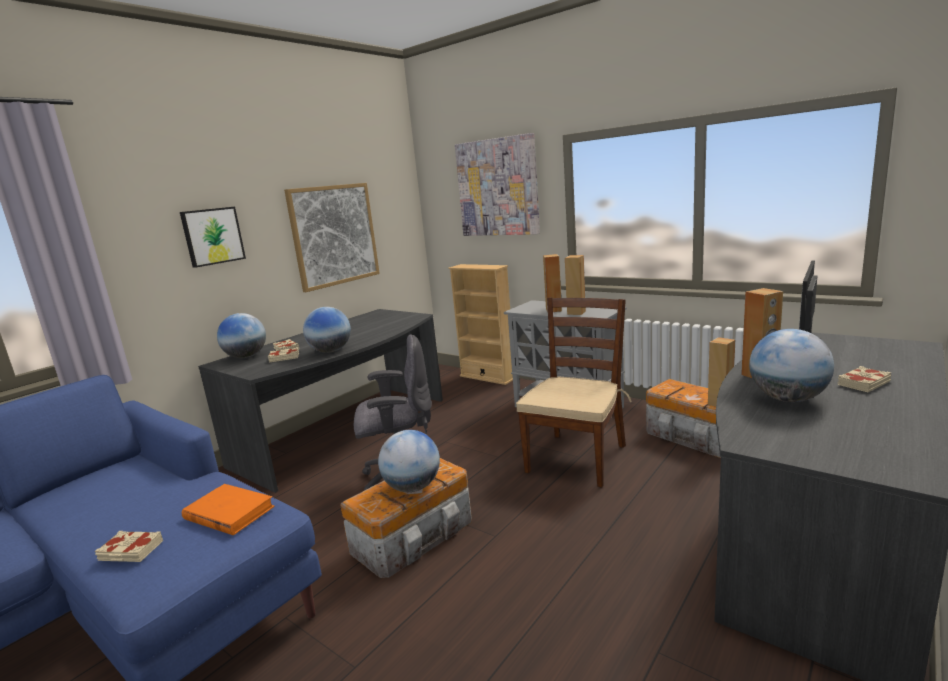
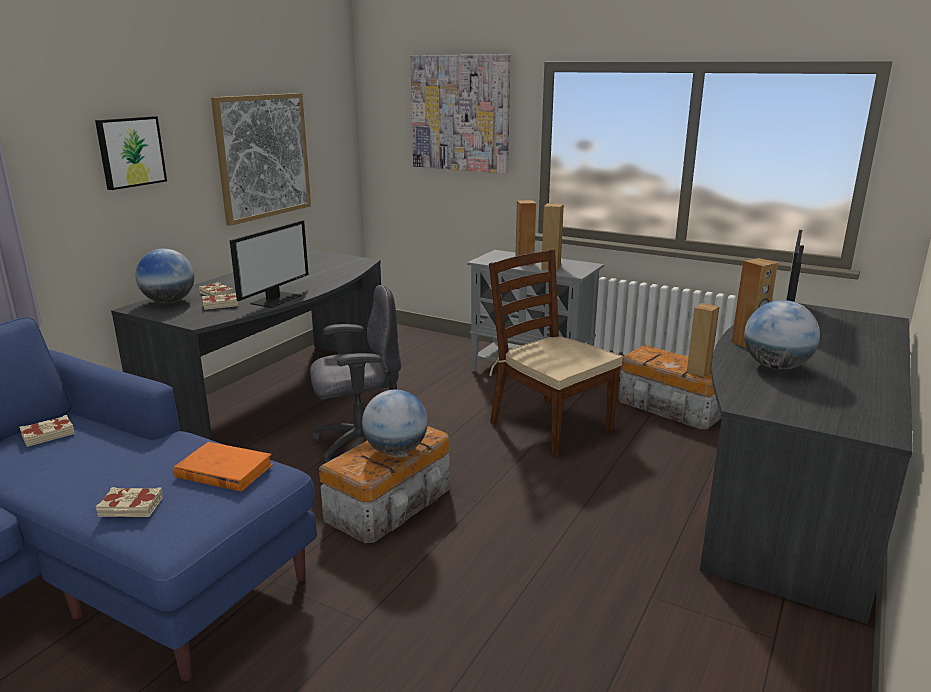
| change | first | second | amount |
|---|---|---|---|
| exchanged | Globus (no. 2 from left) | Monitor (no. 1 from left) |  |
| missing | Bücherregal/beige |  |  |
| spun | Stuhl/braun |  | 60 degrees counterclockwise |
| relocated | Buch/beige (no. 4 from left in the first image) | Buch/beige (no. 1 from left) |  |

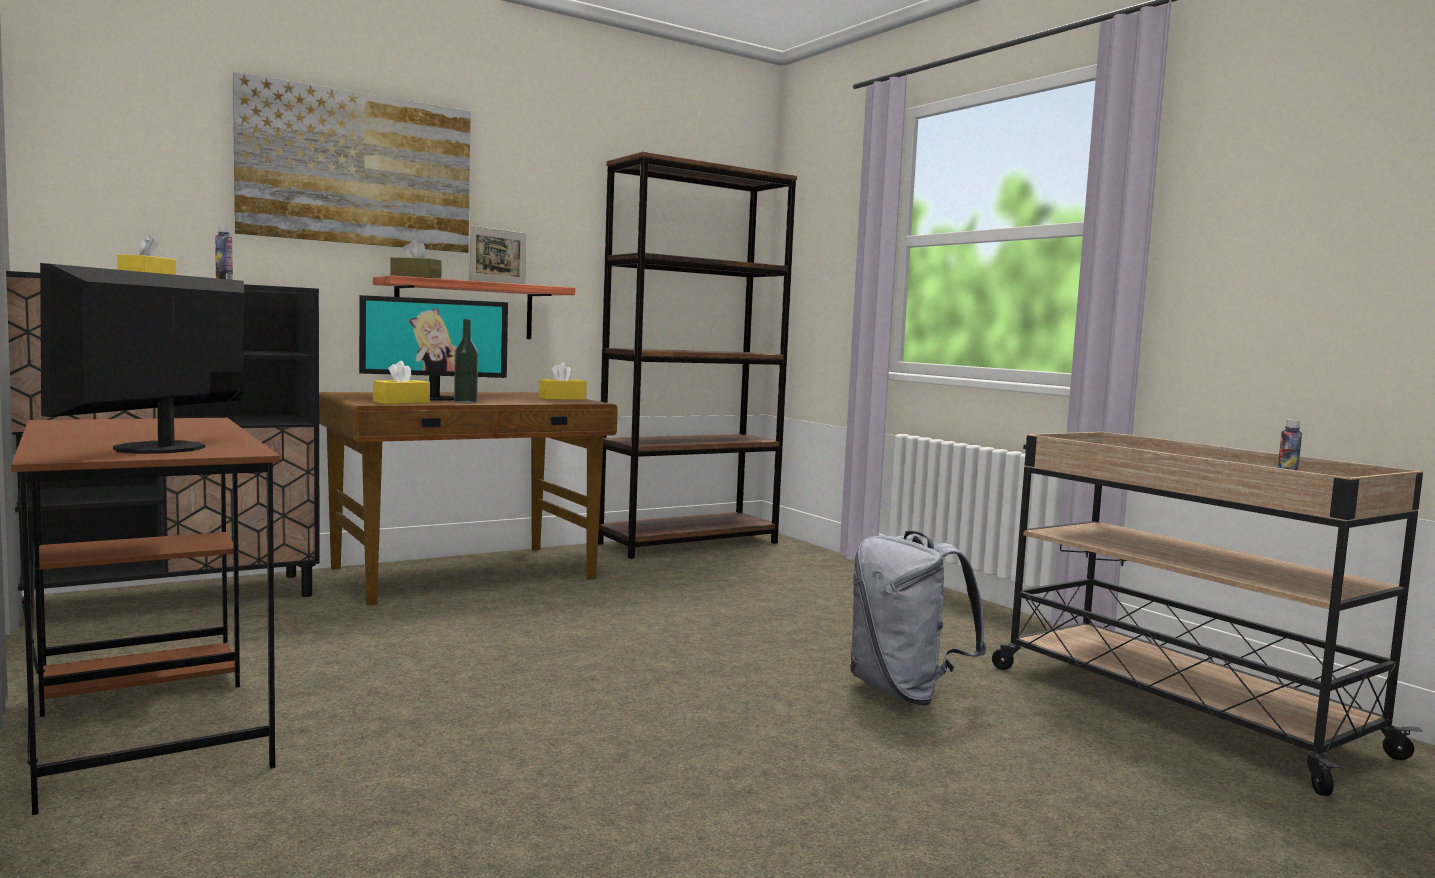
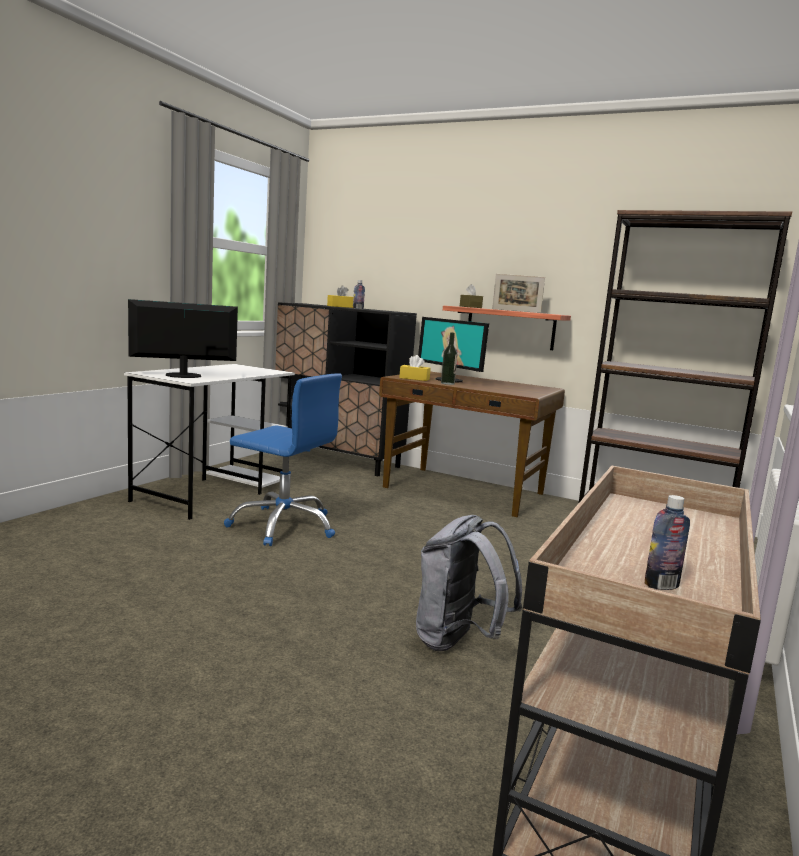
| change | first | second | amount |
|---|---|---|---|
| colour | Schreibtisch/braun (no. 1 from left) | Schreibtisch/weiß |  |
| missing | Bild |  |  |
| missing | Taschentuchbox/gelb (no. 3 from left) |  |  |
| appeared |  | Bürostuhl/blau |  |

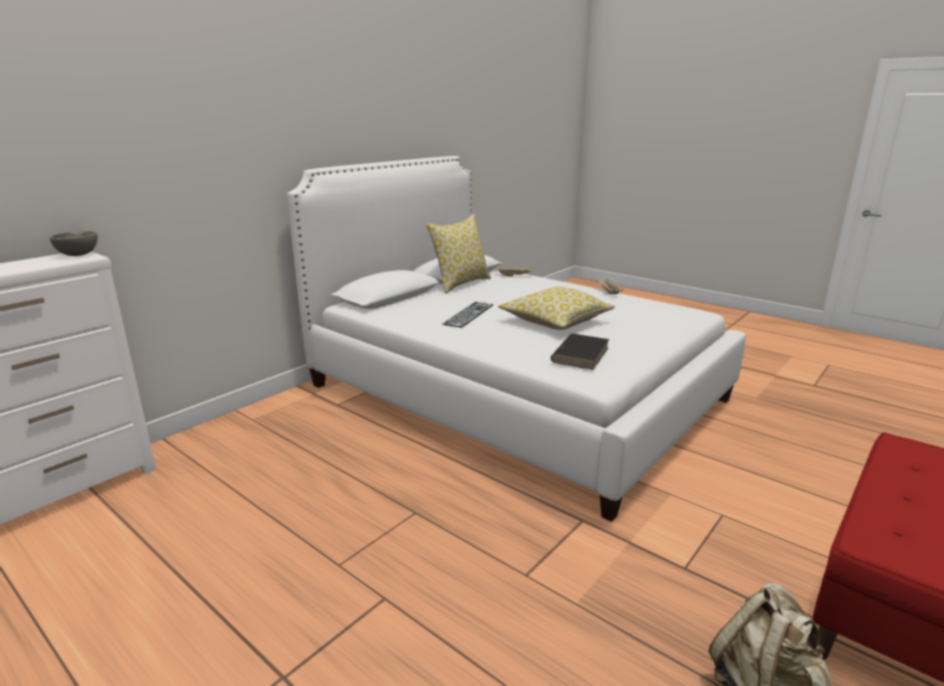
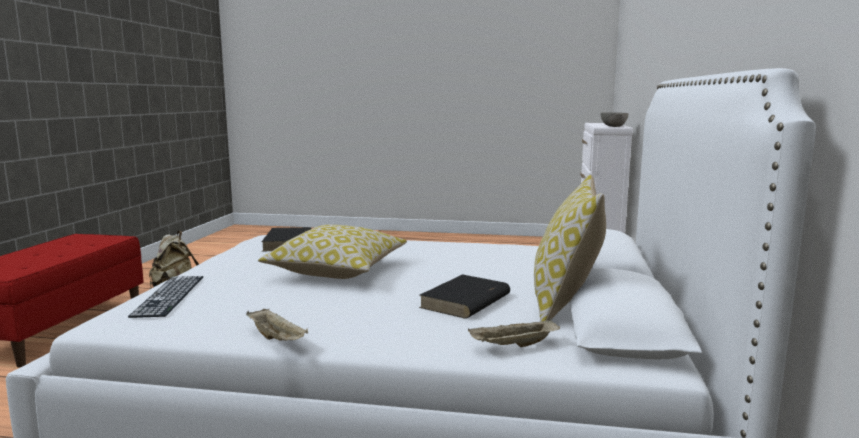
| change | first | second | amount |
|---|---|---|---|
| relocated | Tastatur |  |  |
| appeared |  | Buch/schwarz (no. 2 from left) |  |

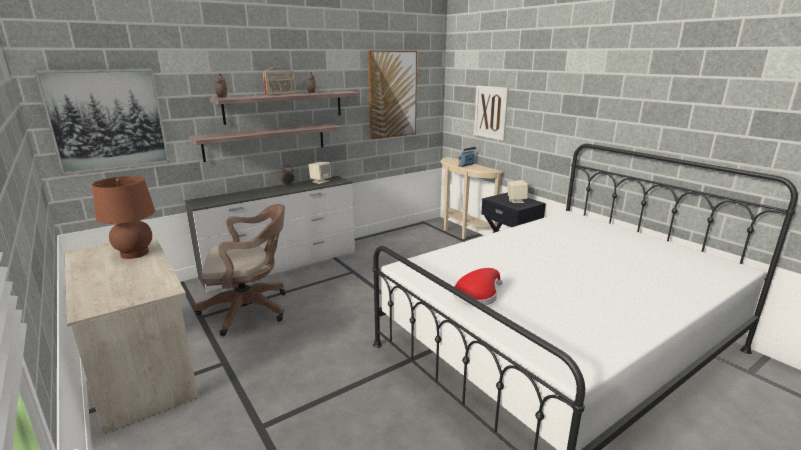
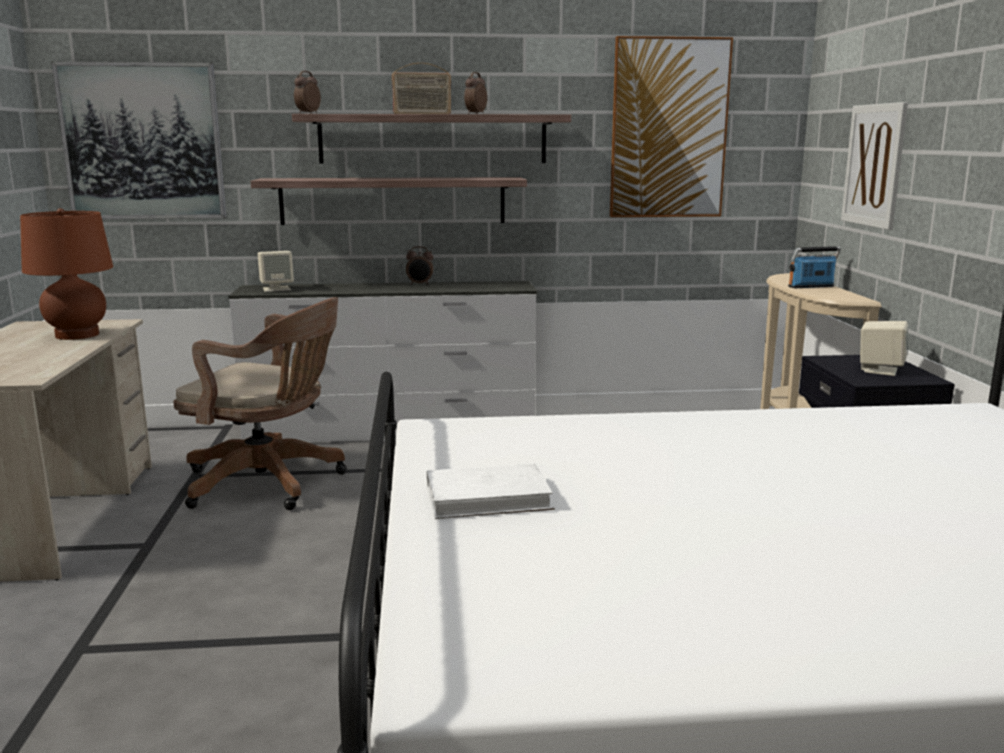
| change | first | second | amount |
|---|---|---|---|
| relocated | Lautsprecher/beige (no. 1 from left) |  |  |
| exchanged | Hut/rot | Buch/weiß |  |

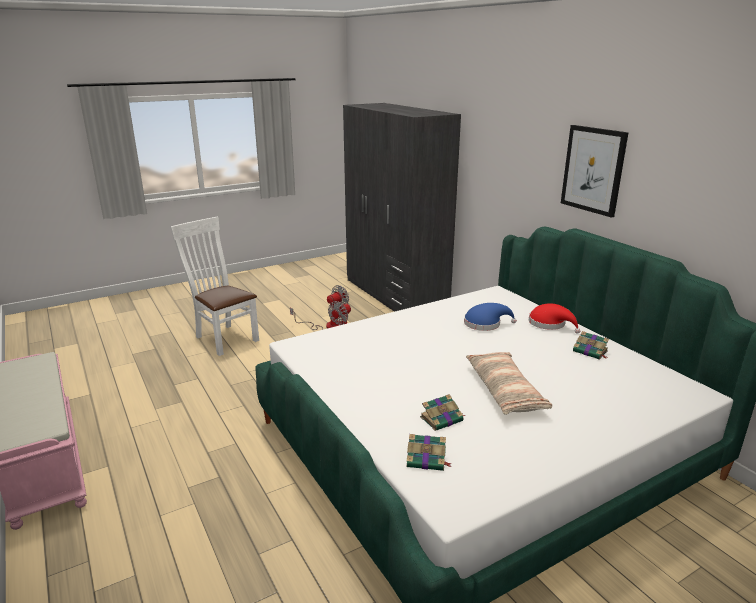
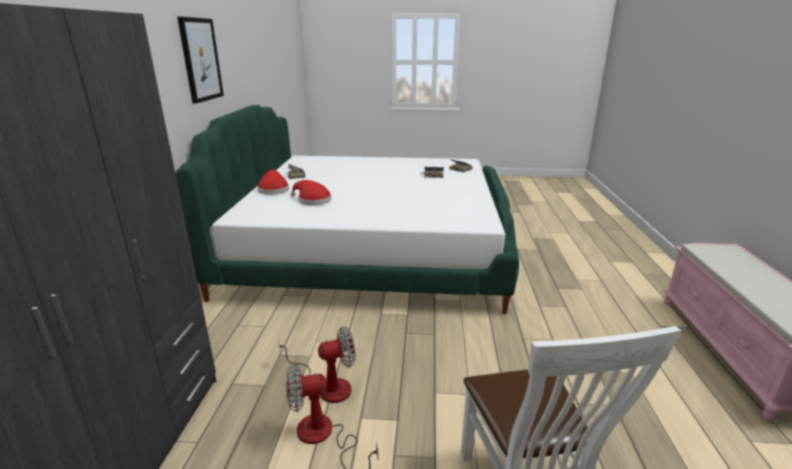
| change | first | second | amount |
|---|---|---|---|
| colour | Hut/blau | Hut/rot (no. 2 from left) |  |
| missing | Kissen |  |  |

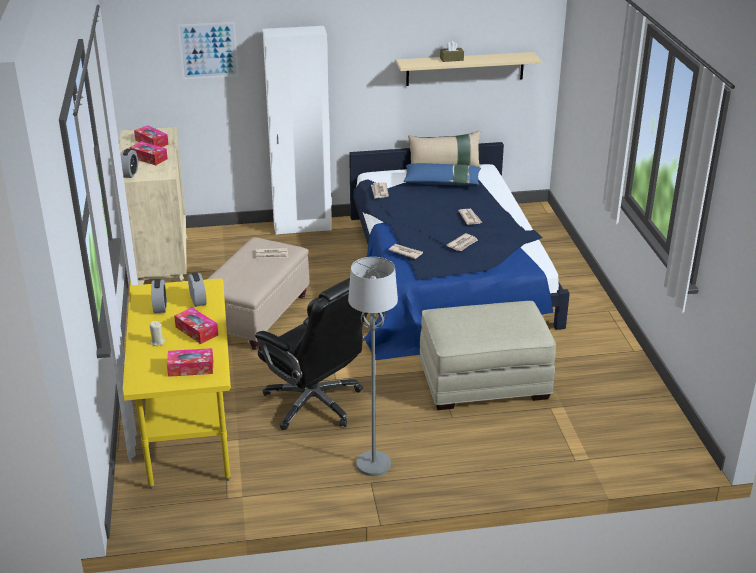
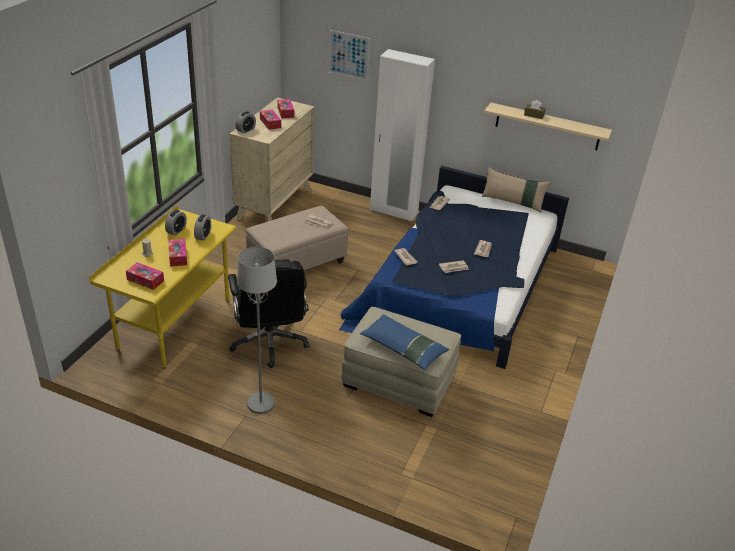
| change | first | second | amount |
|---|---|---|---|
| relocated | Kissen/blau |  |  |

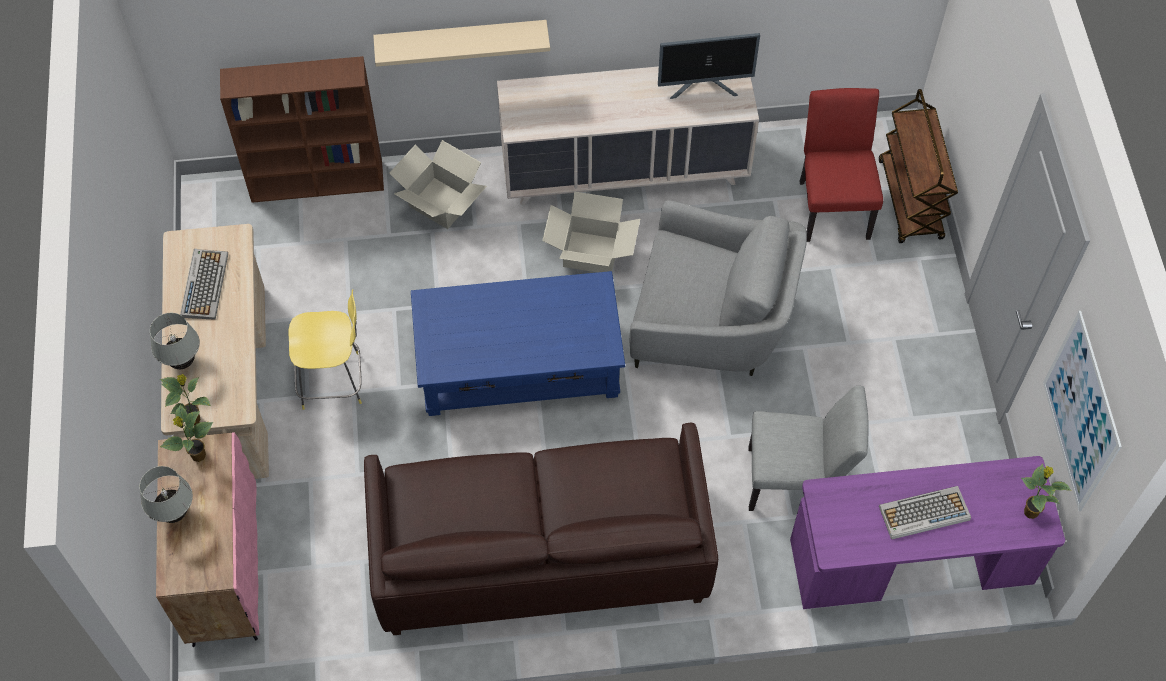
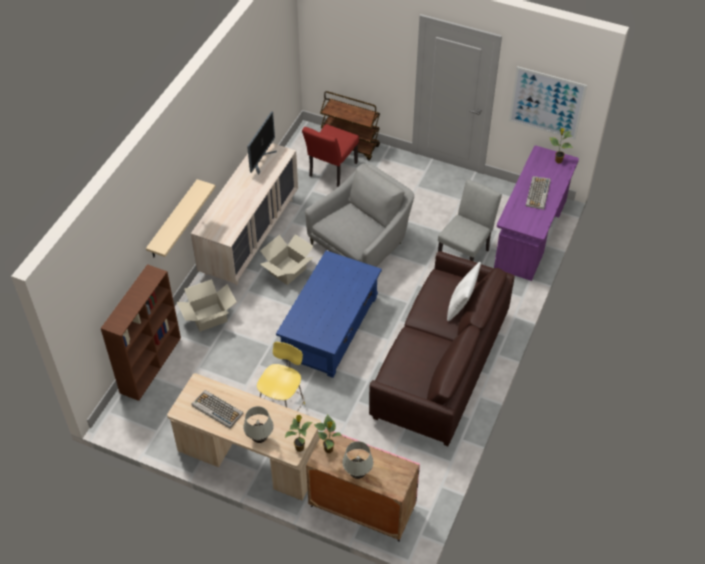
| change | first | second | amount |
|---|---|---|---|
| spun | Stuhl/rot |  | 90 degrees counterclockwise |
| appeared |  | Kissen/weiß |  |

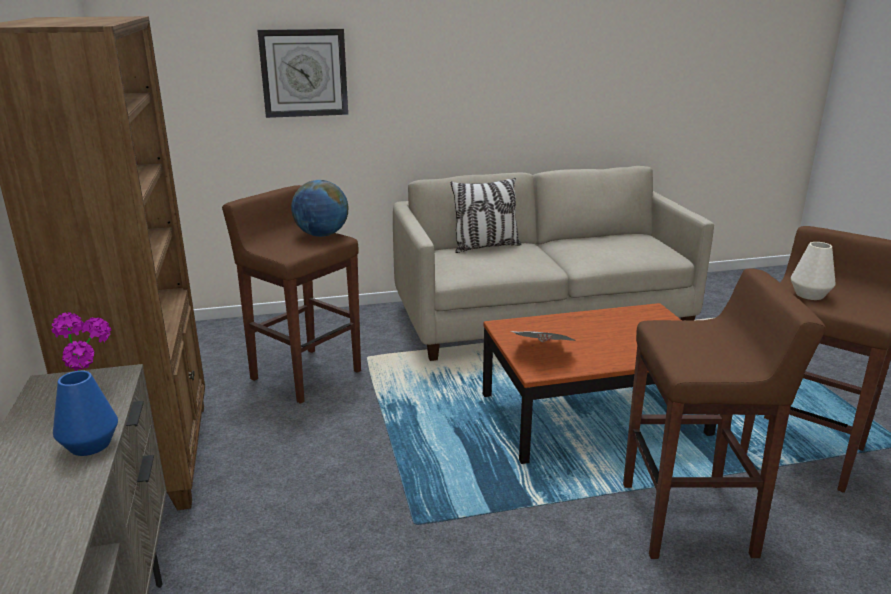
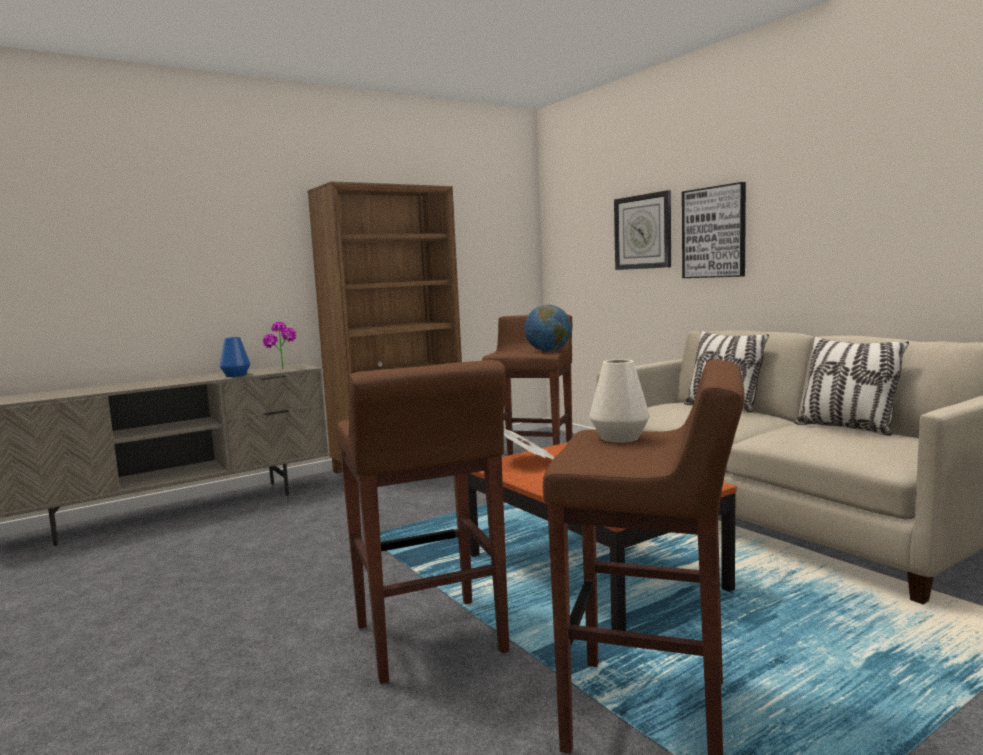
| change | first | second | amount |
|---|---|---|---|
| appeared |  | Bild |  |
| appeared |  | Kissen (no. 2 from left) |  |

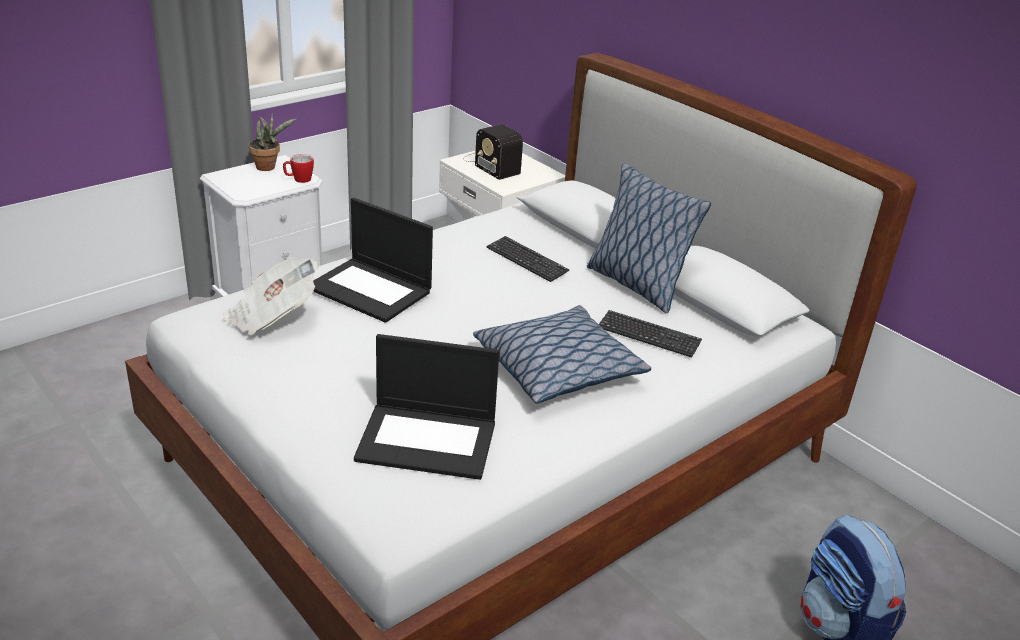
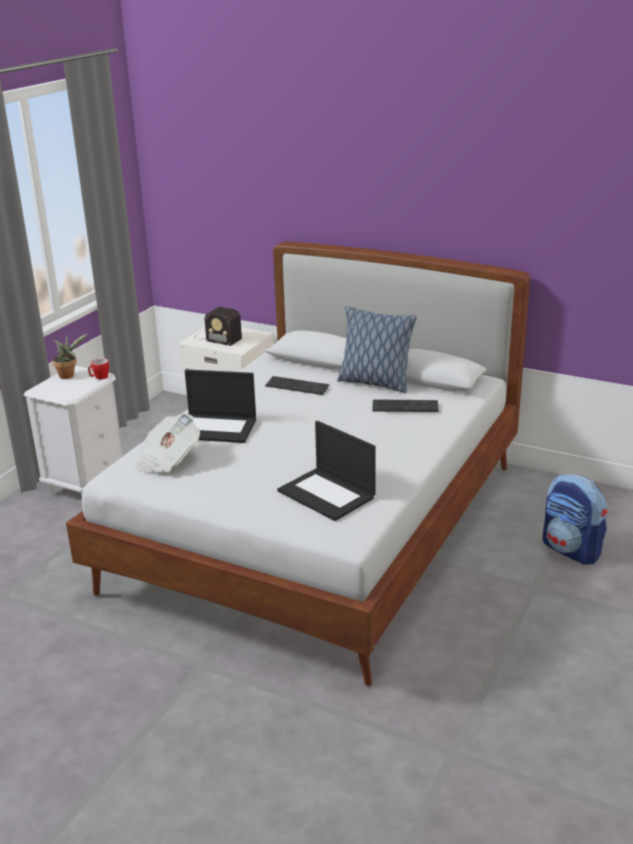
| change | first | second | amount |
|---|---|---|---|
| spun | Laptop (no. 2 from left) |  | 60 degrees clockwise |
| missing | Kissen (no. 1 from left) |  |  |

